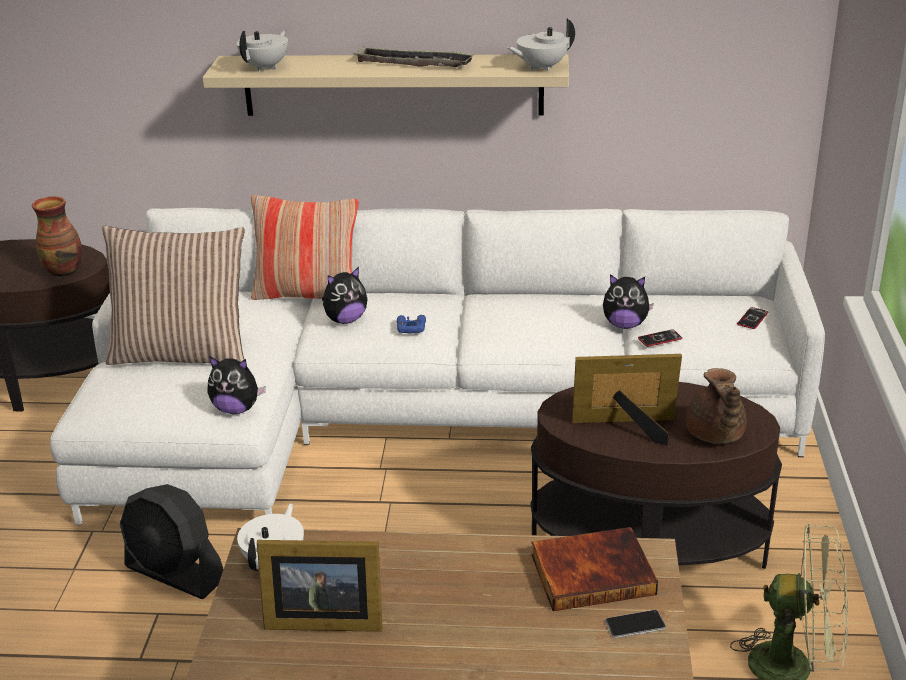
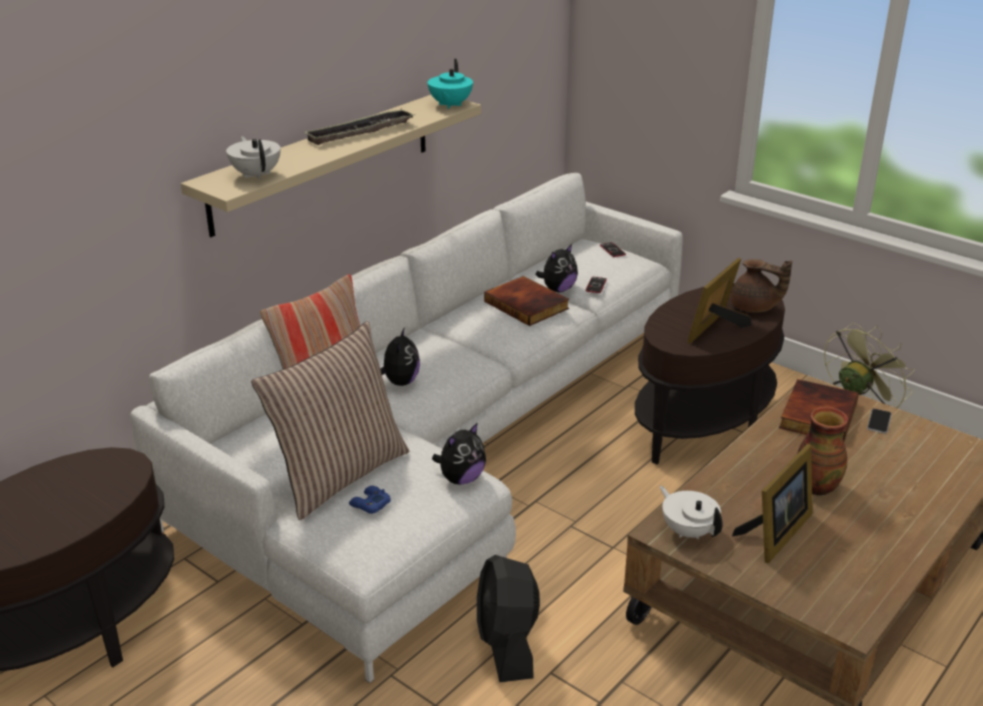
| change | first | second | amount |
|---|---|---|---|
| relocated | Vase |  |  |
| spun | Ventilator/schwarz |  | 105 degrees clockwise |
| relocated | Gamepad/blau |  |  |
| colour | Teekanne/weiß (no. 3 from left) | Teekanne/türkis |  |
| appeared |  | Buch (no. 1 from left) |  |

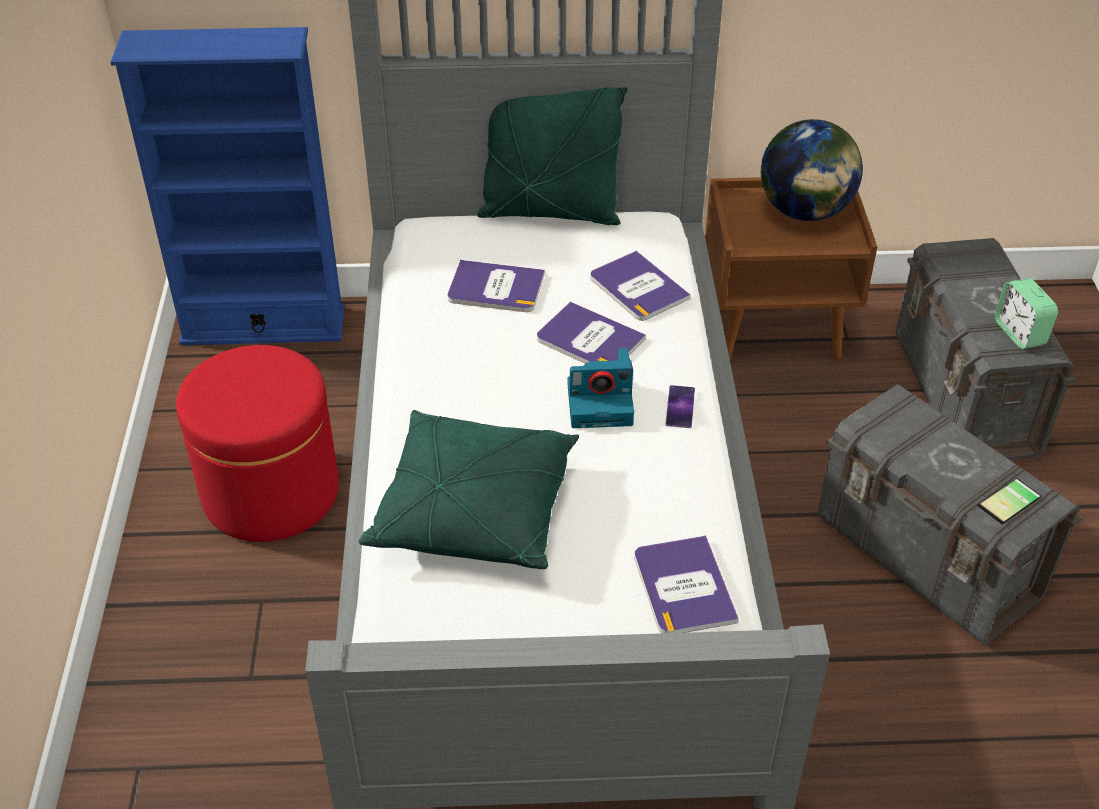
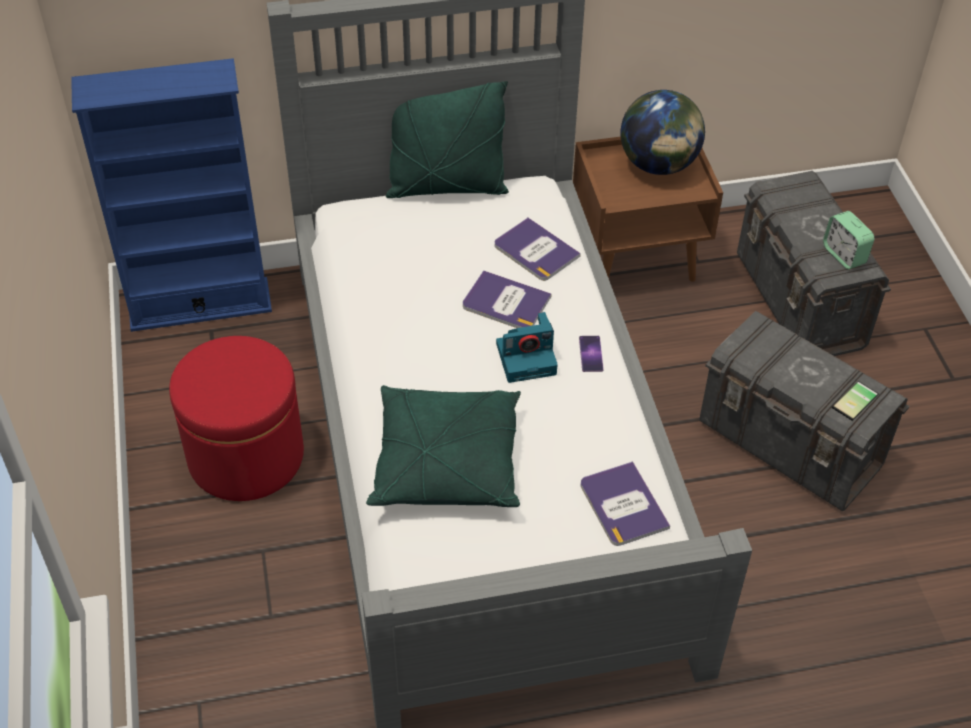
| change | first | second | amount |
|---|---|---|---|
| missing | Buch (no. 1 from left) |  |  |

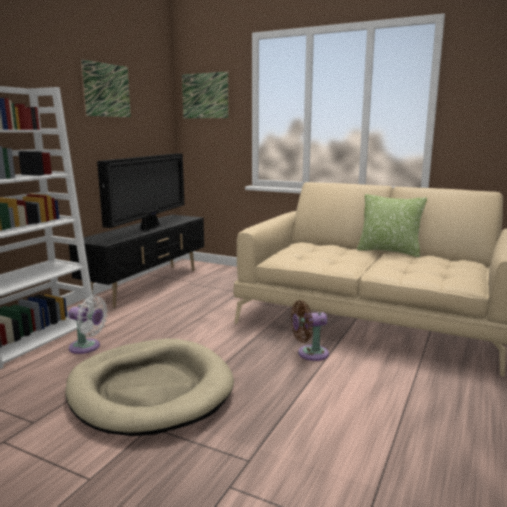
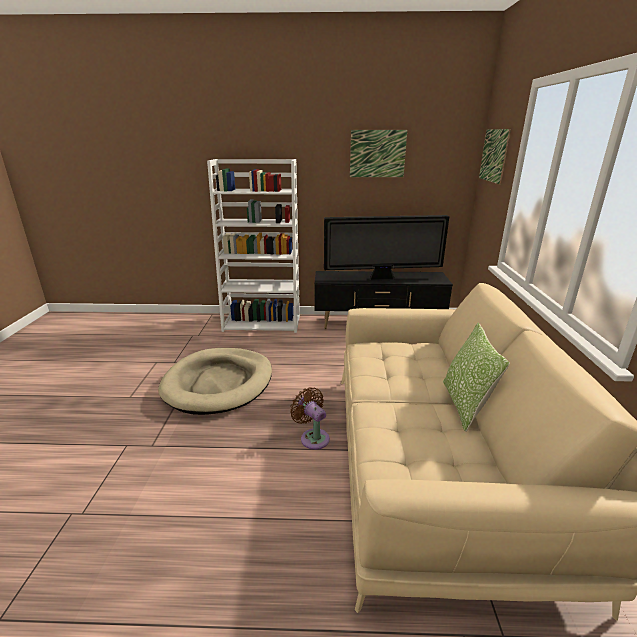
| change | first | second | amount |
|---|---|---|---|
| missing | Ventilator/weiß |  |  |

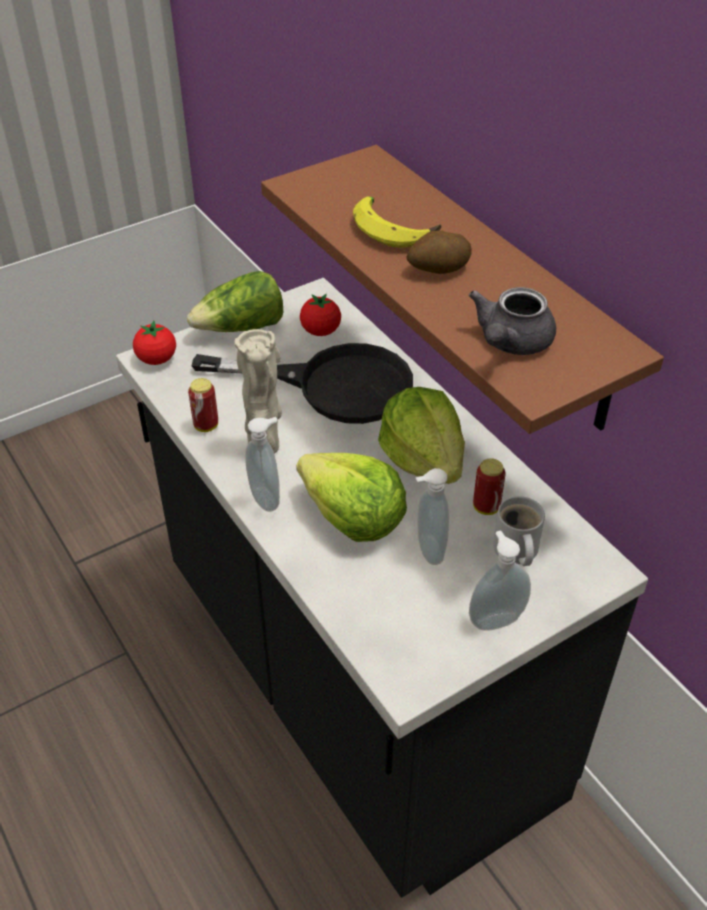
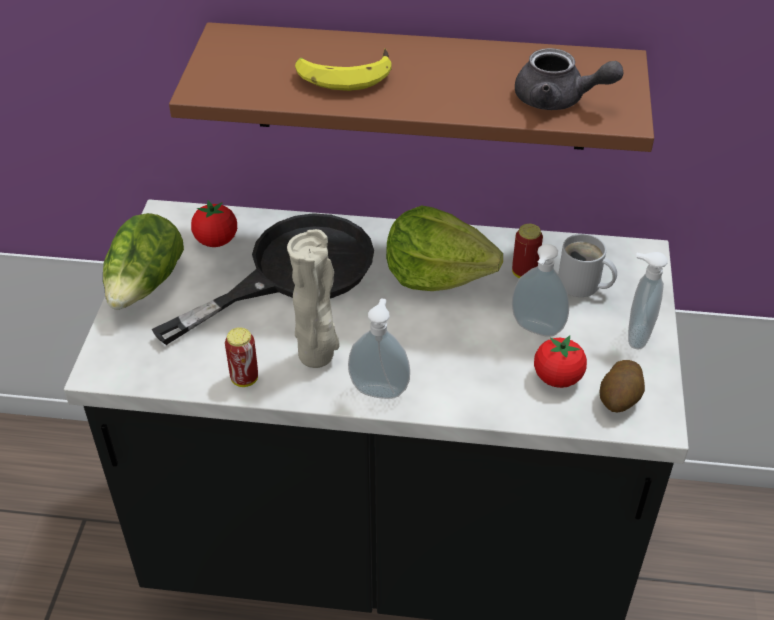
| change | first | second | amount |
|---|---|---|---|
| relocated | Tomate (no. 1 from left in the first image) | Tomate (no. 2 from left) |  |
| missing | Salatkopf (no. 2 from left) |  |  |
| relocated | Kartoffel |  |  |
| spun | Teekanne/grau |  | 45 degrees counterclockwise |

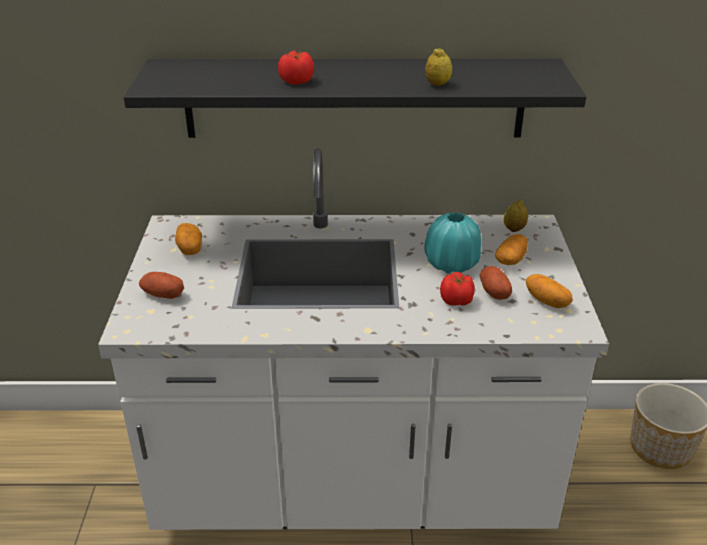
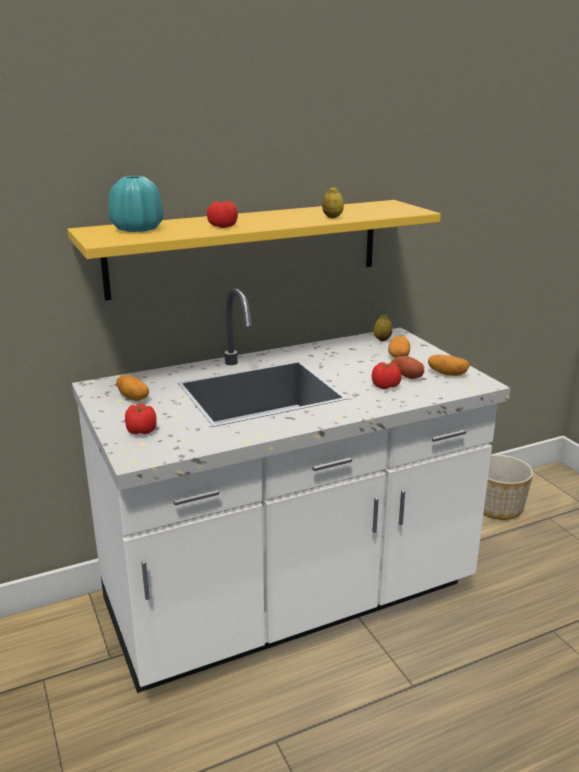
| change | first | second | amount |
|---|---|---|---|
| colour | Wandregal/schwarz | Wandregal/gelb |  |
| exchanged | Kartoffel (no. 1 from left) | Tomate (no. 1 from left) |  |
| relocated | Vase/türkis |  |  |

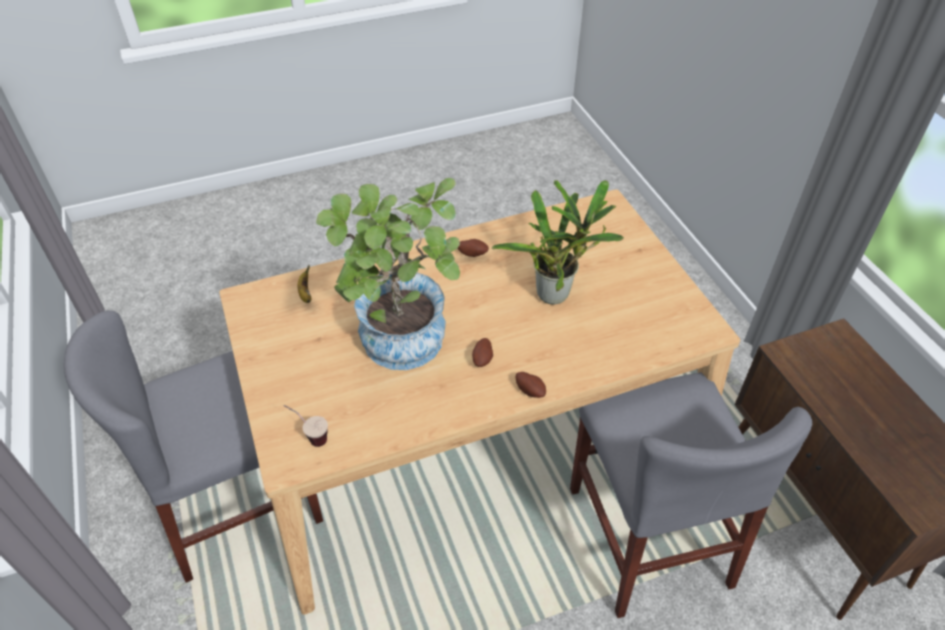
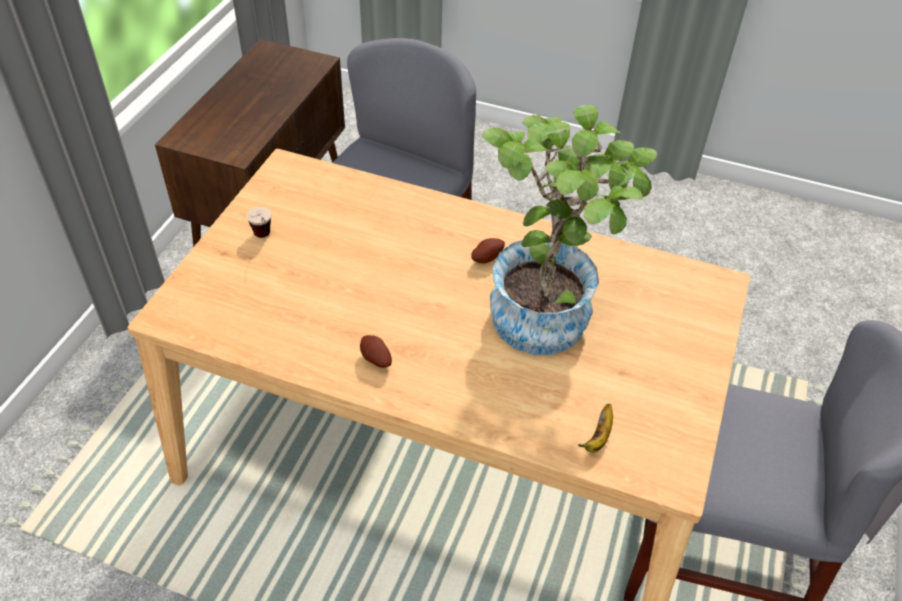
| change | first | second | amount |
|---|---|---|---|
| relocated | Tasse |  |  |
| missing | Topfpflanze (no. 2 from left) |  |  |
| missing | Kartoffel (no. 3 from left) |  |  |

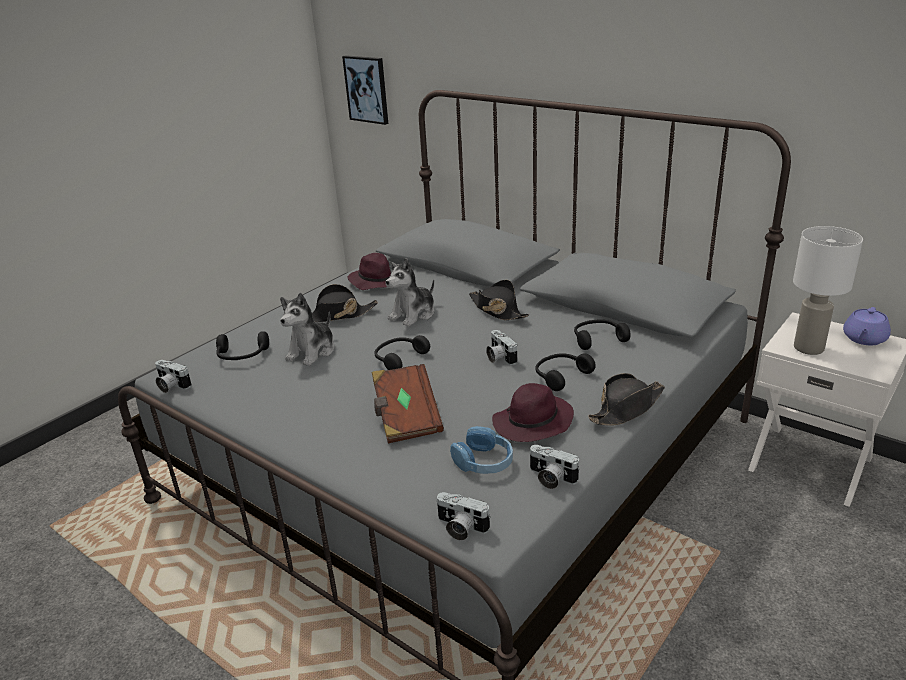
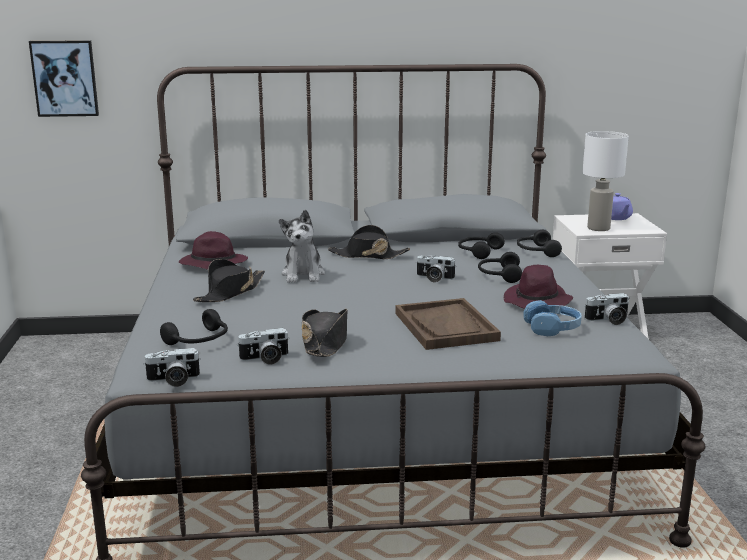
| change | first | second | amount |
|---|---|---|---|
| missing | Plüschtier (no. 1 from left) |  |  |
| exchanged | Buch/braun | Tablett/braun |  |
| relocated | Kopfhörer/schwarz (no. 2 from left in the first image) | Kopfhörer/schwarz (no. 4 from left) |  |
| relocated | Kamera (no. 2 from left) |  |  |
| relocated | Hut/schwarz (no. 3 from left in the first image) | Hut/schwarz (no. 2 from left) |  |

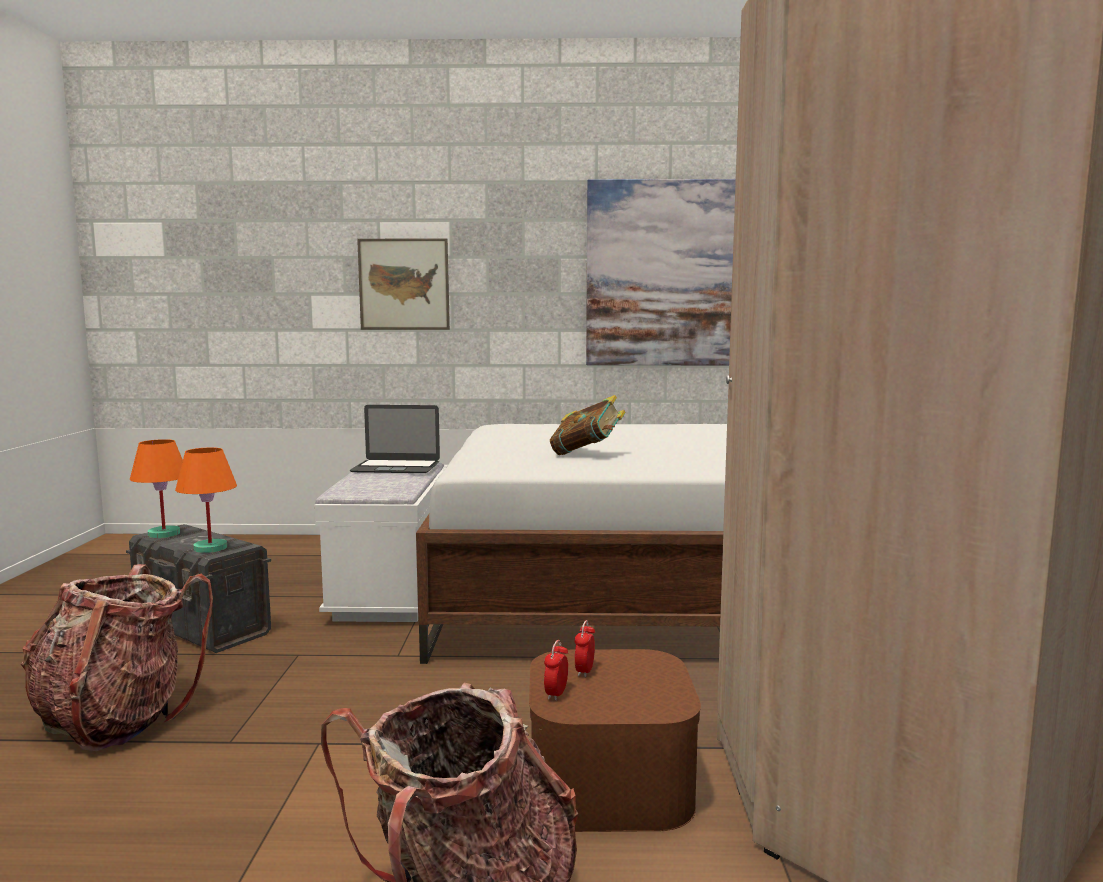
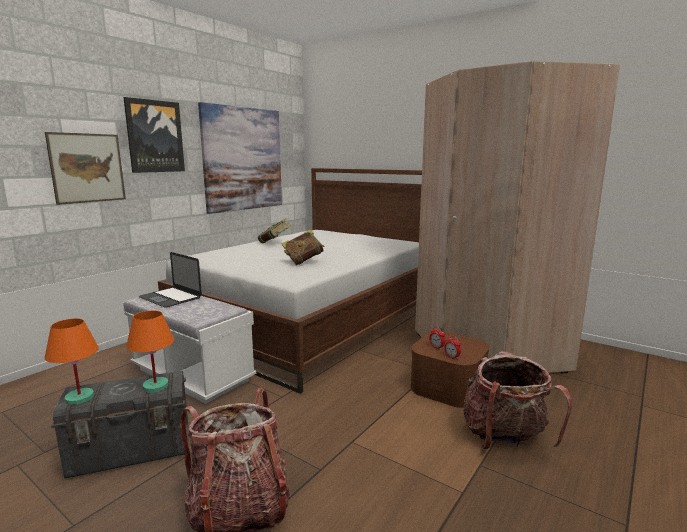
| change | first | second | amount |
|---|---|---|---|
| spun | Laptop |  | 90 degrees clockwise |
| appeared |  | Bild (no. 2 from left) |  |
| appeared |  | Buch (no. 1 from left) |  |

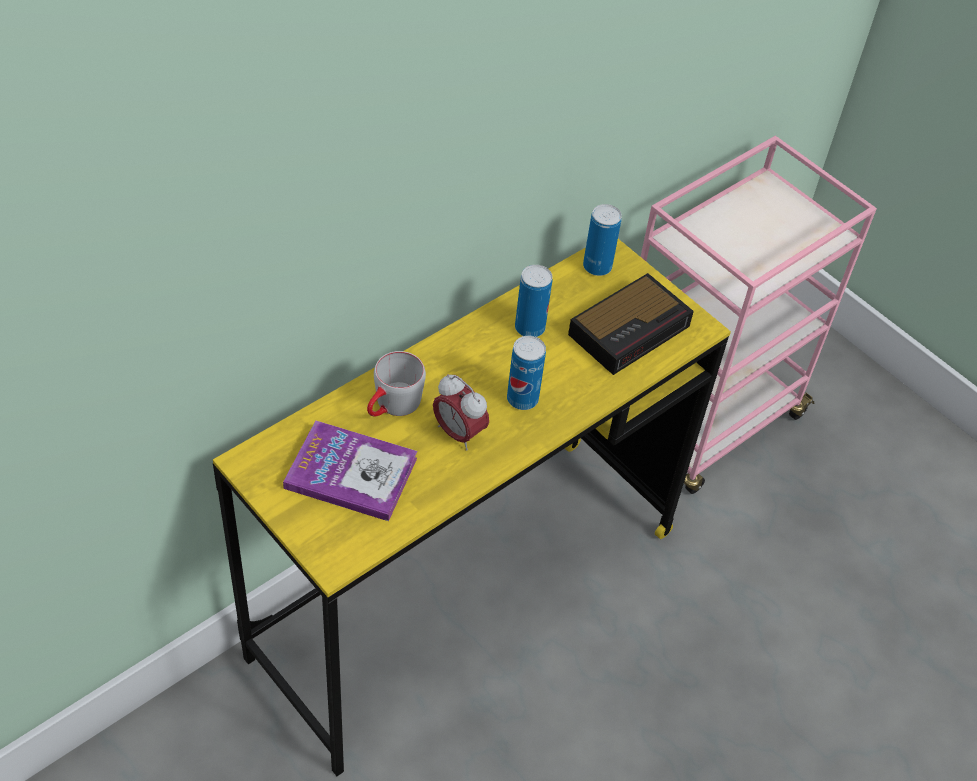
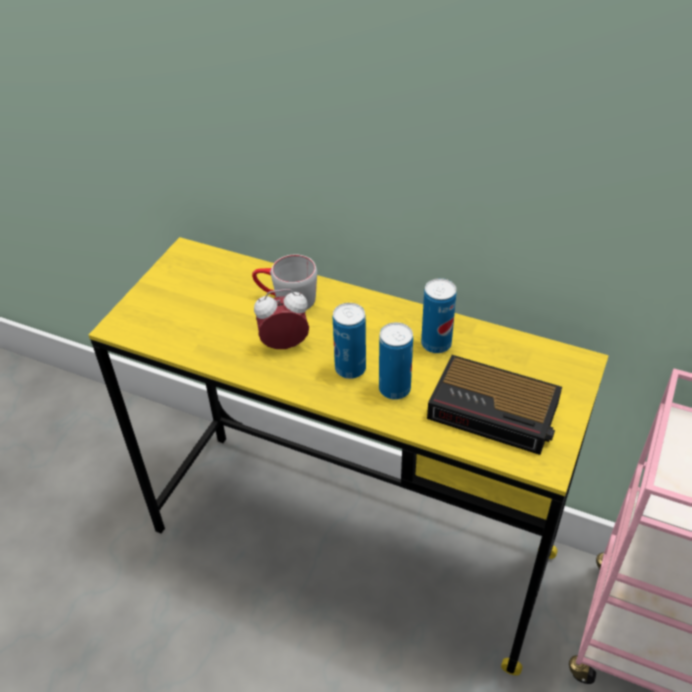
| change | first | second | amount |
|---|---|---|---|
| missing | Buch |  |  |
| spun | Wecker (no. 1 from left) |  | 60 degrees clockwise |
| relocated | Dose (no. 3 from left in the first image) | Dose (no. 2 from left) |  |

